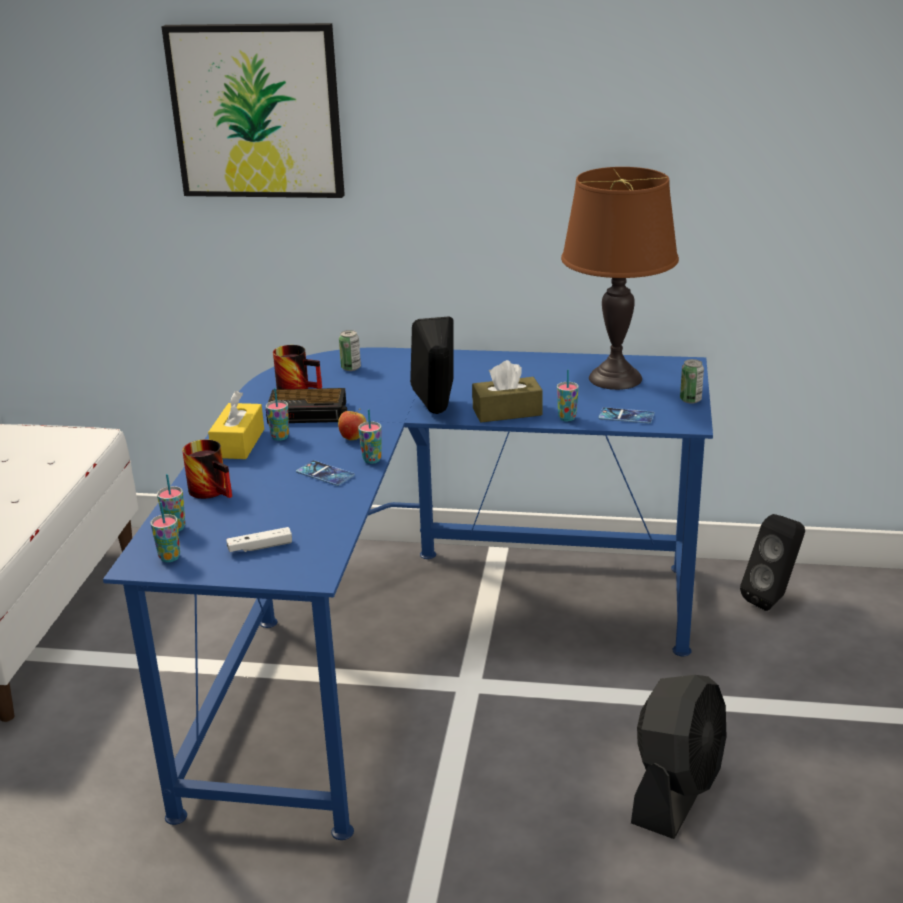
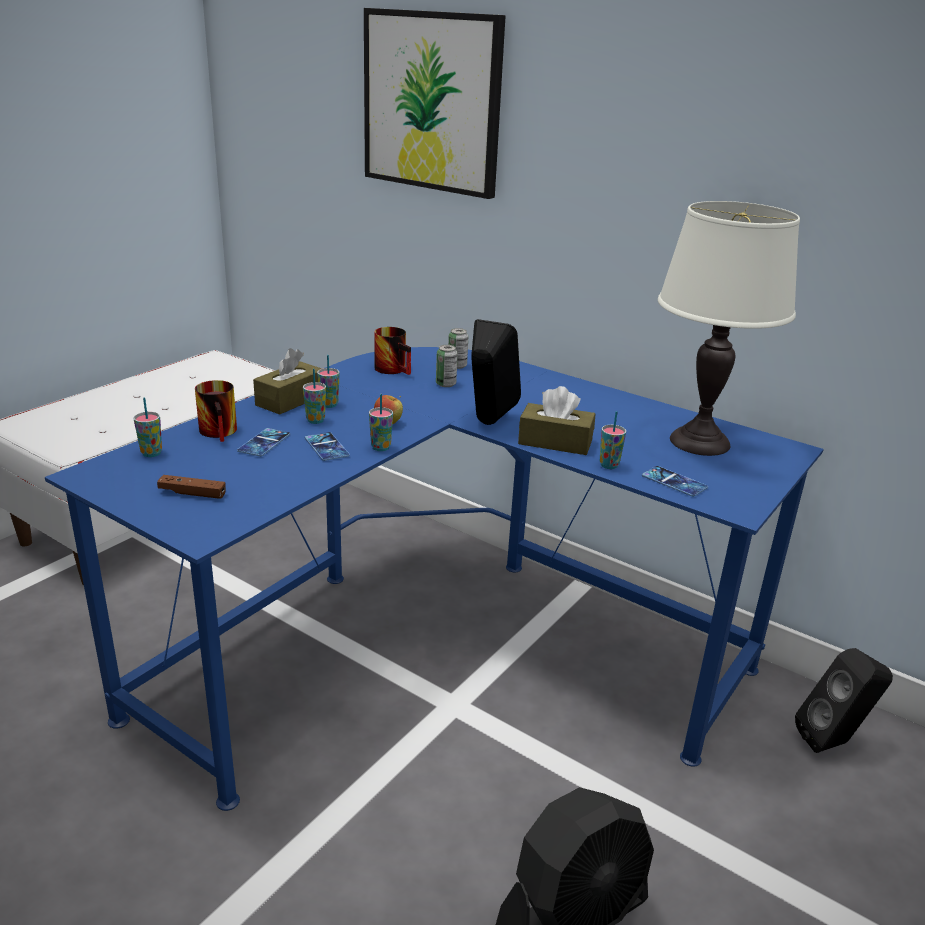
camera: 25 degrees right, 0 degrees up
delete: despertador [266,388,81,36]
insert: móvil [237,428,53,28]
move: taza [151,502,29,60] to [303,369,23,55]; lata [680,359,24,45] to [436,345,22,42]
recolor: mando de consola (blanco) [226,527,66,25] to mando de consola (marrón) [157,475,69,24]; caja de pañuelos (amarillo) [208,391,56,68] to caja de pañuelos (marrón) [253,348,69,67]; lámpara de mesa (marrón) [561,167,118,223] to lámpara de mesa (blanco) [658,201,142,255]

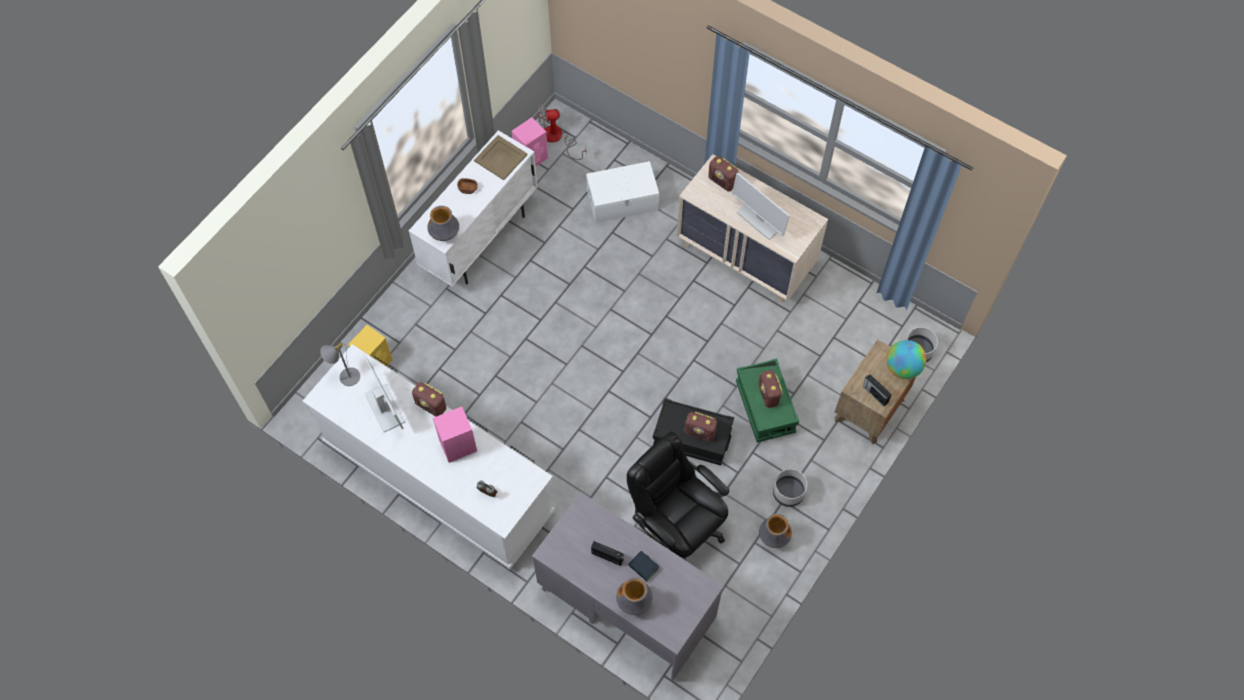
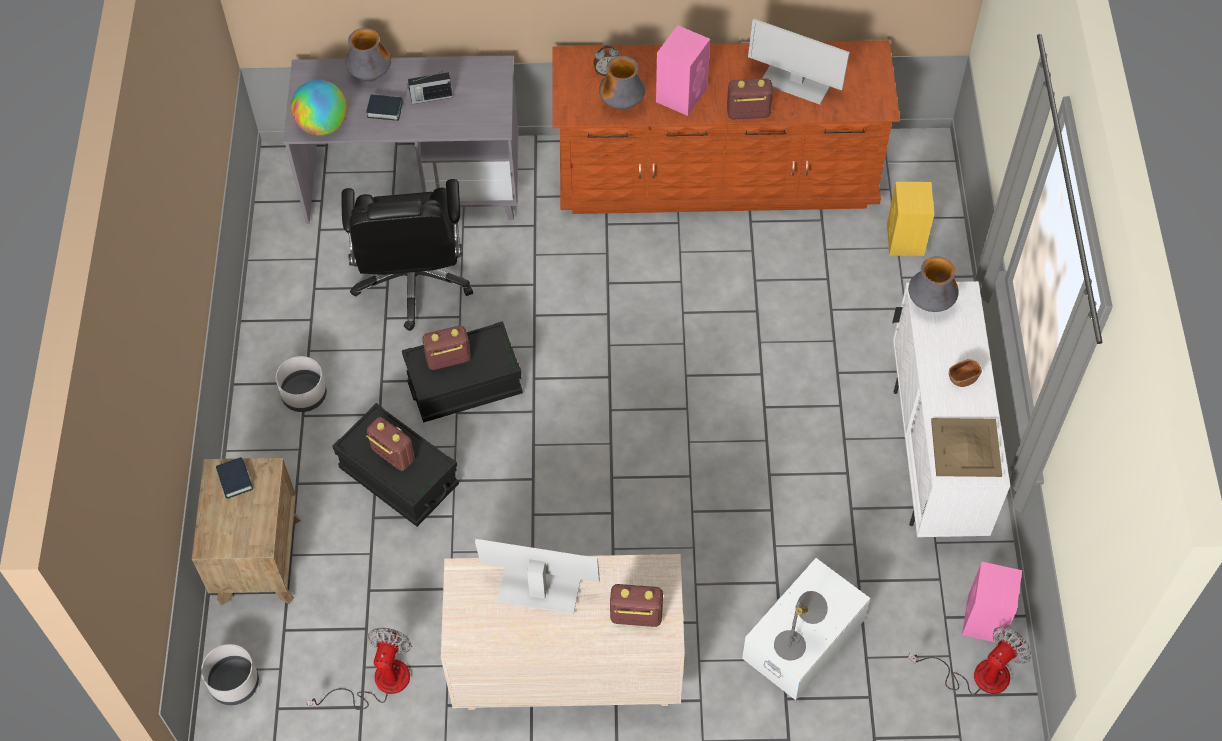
camera: 145 degrees right, 5 degrees down
insert: ventilador [306,628,106,82]
move: globo terráqueo [886,340,40,39] to [291,80,56,56]; florero [759,514,33,34] to [599,56,46,54]; lámpara de mesa (gris) [320,342,40,44] to [774,591,54,69]
replace: radio [863,374,29,32] to libro [216,457,37,42]
recolor: caja de almacenaje (verde) [736,358,63,84] to caja de almacenaje (negro) [332,403,127,124]; cómoda (blanco) [303,344,252,226] to cómoda (marrón) [552,40,348,174]
rotate: silla de oficina (negro) [627,431,102,129] = [341,179,132,152] 75 degrees clockwise

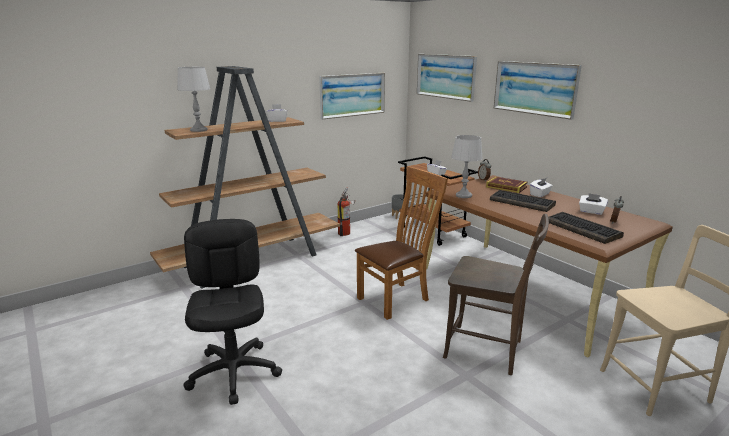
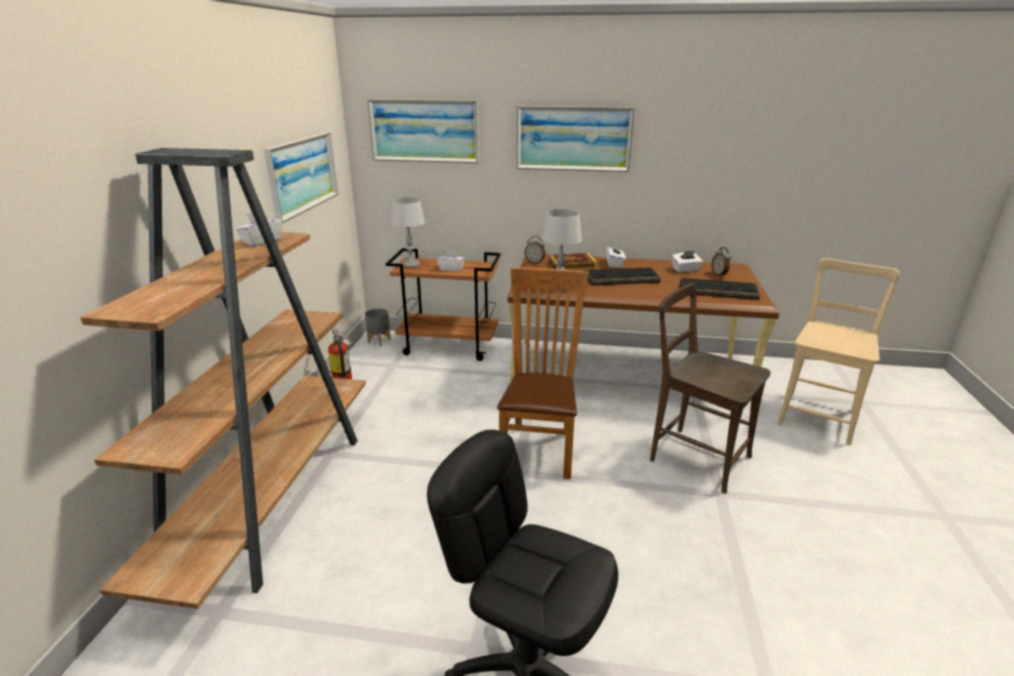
camera: 45 degrees left, 5 degrees up
move: lámpara de mesa (gris) [177,67,33,65] to [391,197,34,71]
rotate: silla (marrón) [443,214,106,161] = [650,283,121,211] 120 degrees counterclockwise

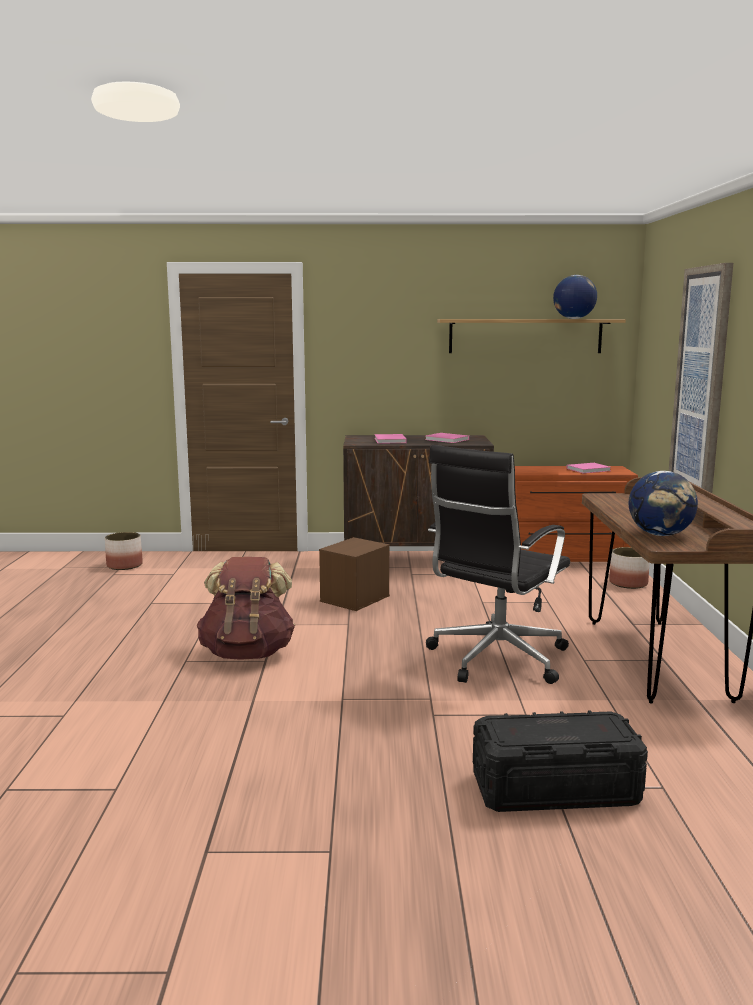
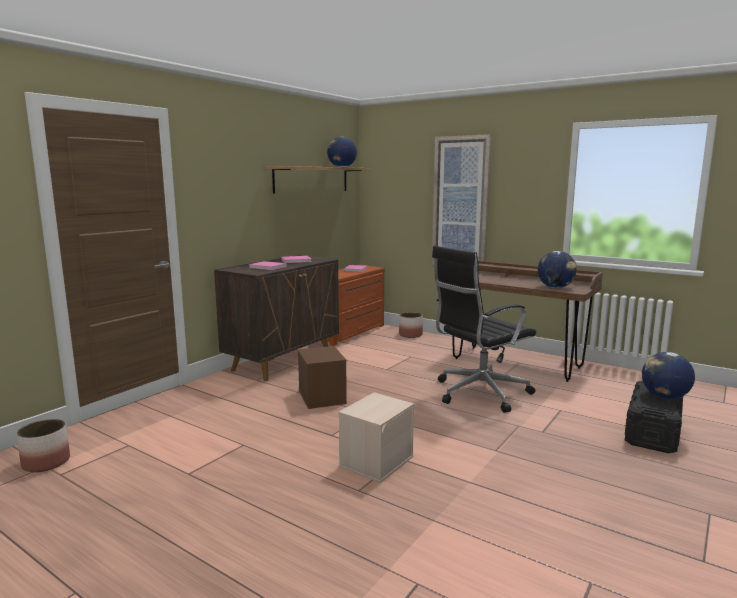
camera: 55 degrees left, 0 degrees up
insert: globo terráqueo [642,352,53,47]
replace: mochila (marrón) [197,557,98,103] to caja de almacenaje (beis) [338,393,76,90]
rotate: silla de oficina (negro) [426,445,144,239] = [432,246,104,167] 75 degrees clockwise

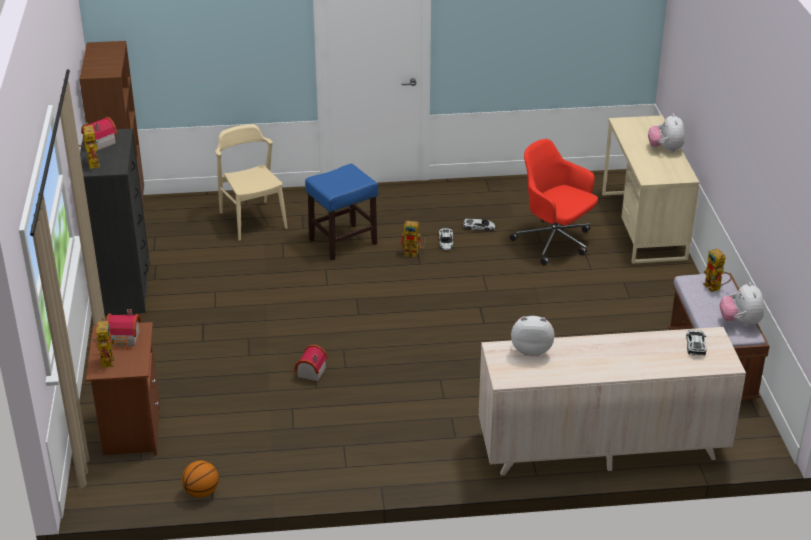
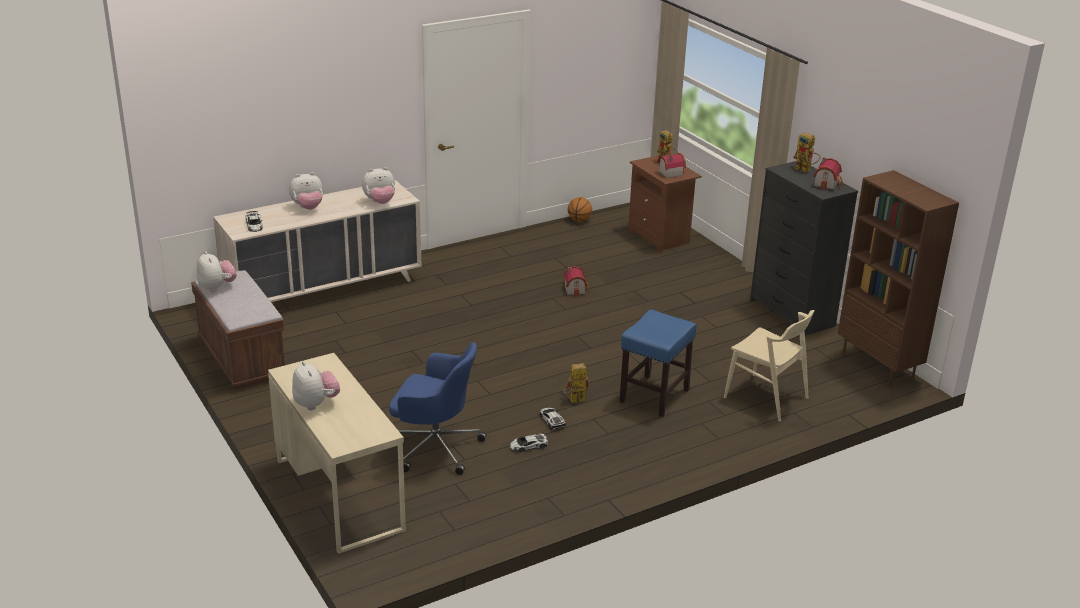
camera: 155 degrees right, 5 degrees down
delete: robot de juguete [703,249,28,43]
insert: peluche [289,172,34,38]
recolor: silla de oficina (rojo) [510,139,88,126] to silla de oficina (azul) [389,342,98,133]

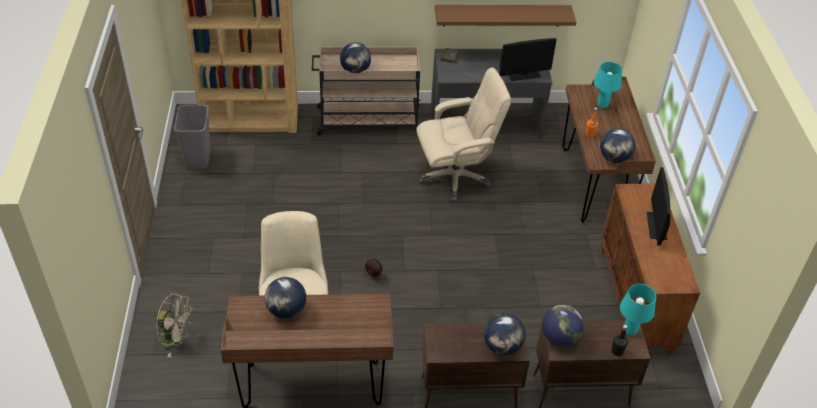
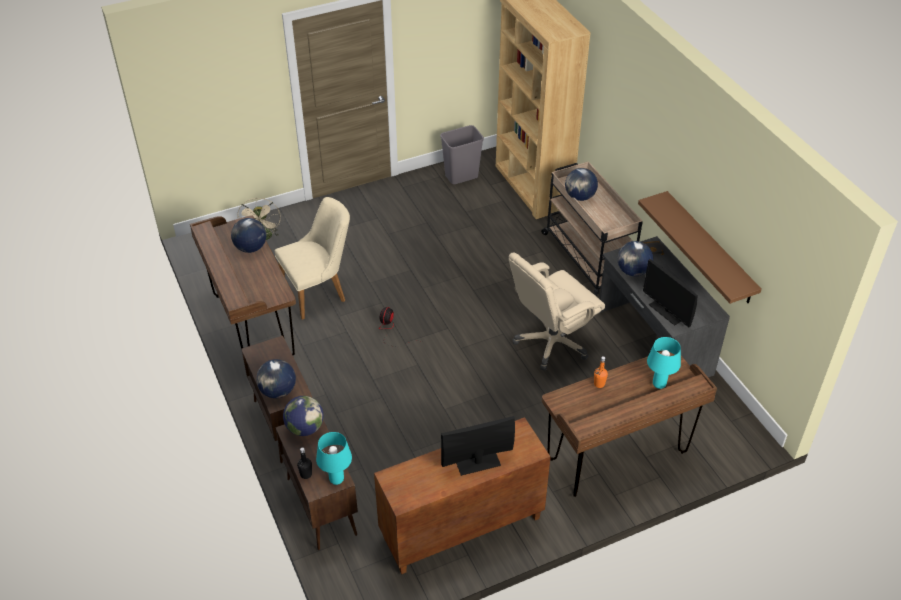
camera: 70 degrees right, 0 degrees up
move: globo terráqueo [600,128,36,35] to [617,241,36,35]
rotate: silla de oficina (beis) [416,67,95,135] = [509,252,96,118] 90 degrees clockwise

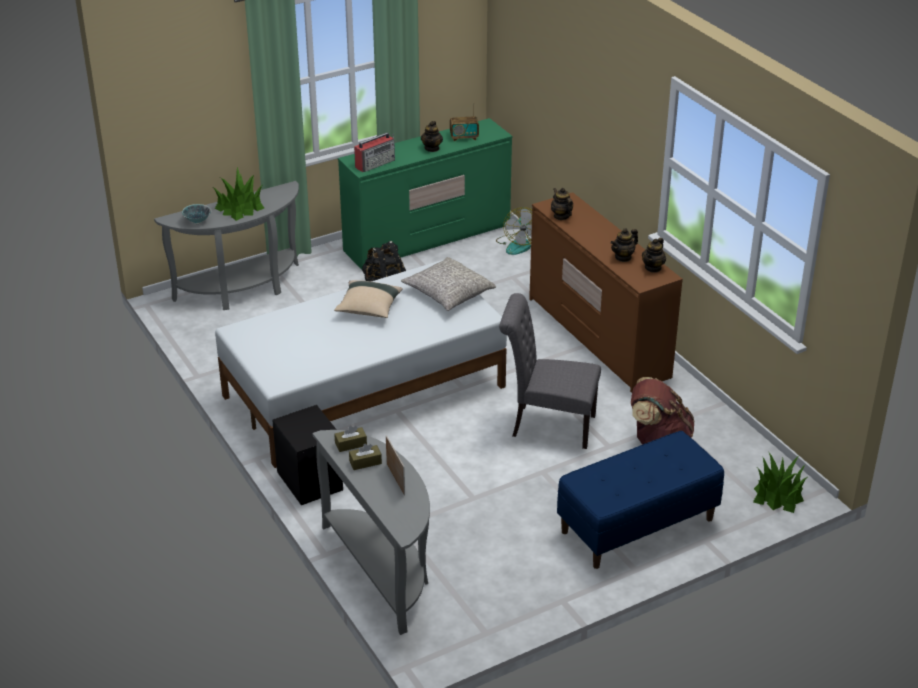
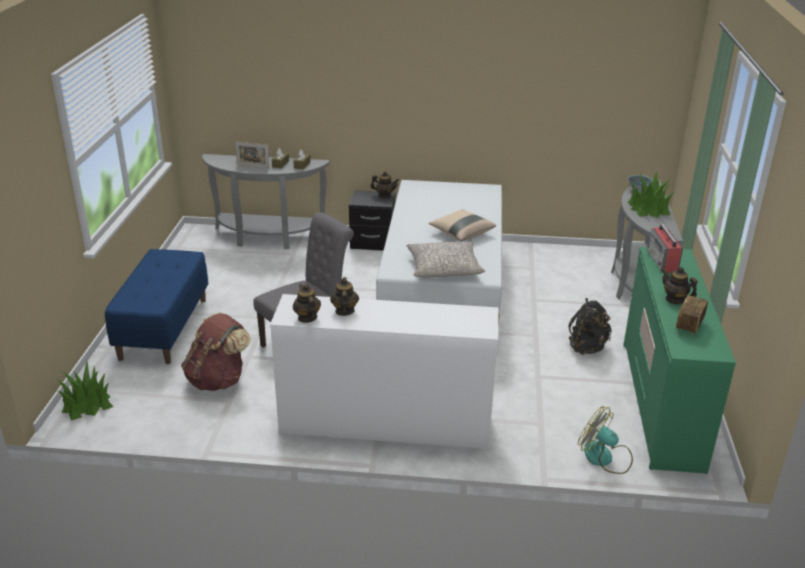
camera: 125 degrees right, 5 degrees down
move: tetera [551,188,22,32] to [371,171,28,27]
recolor: cómoda (marrón) [529,192,154,201] to cómoda (blanco) [270,294,229,155]

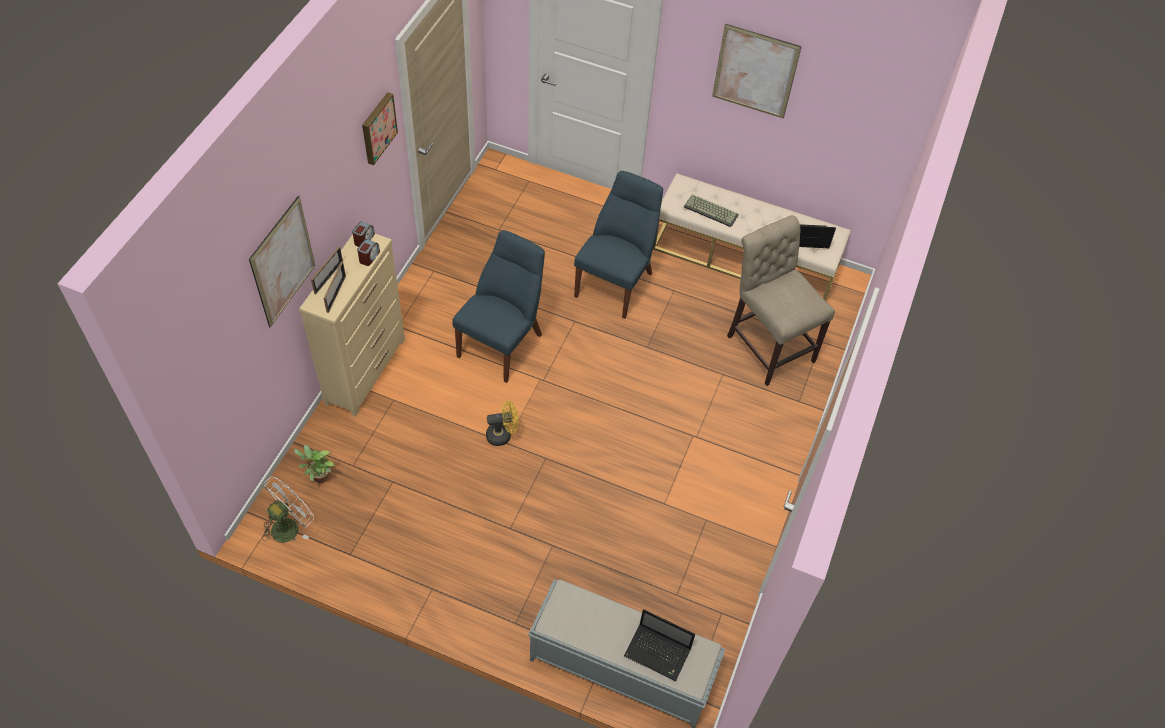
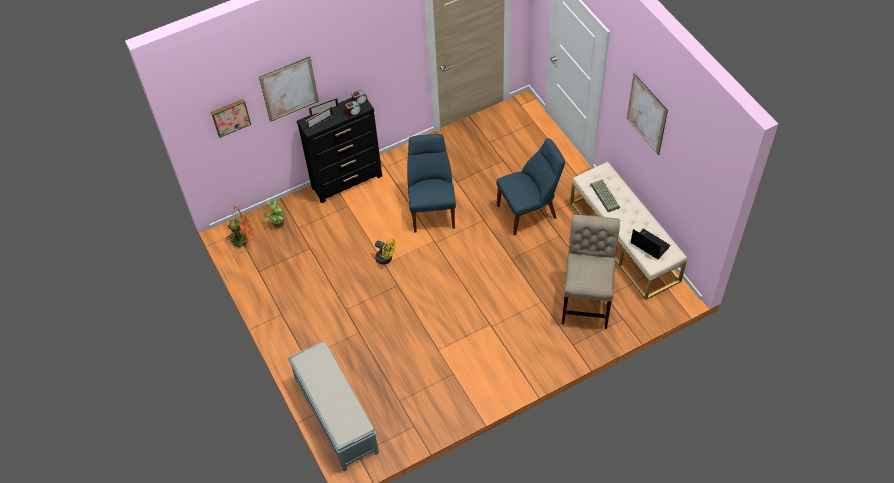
camera: 45 degrees right, 0 degrees up
delete: portátil [624,609,71,72]
move: cuadro [362,92,36,73] to [211,99,40,39]
recolor: ventilador (blanco) [262,477,52,66] to ventilador (naranja) [226,206,27,45]; cómoda (beis) [299,234,106,183] to cómoda (negro) [297,98,85,105]
rotate: silla (azul) [453,230,92,153] = [407,134,49,99] 75 degrees counterclockwise

